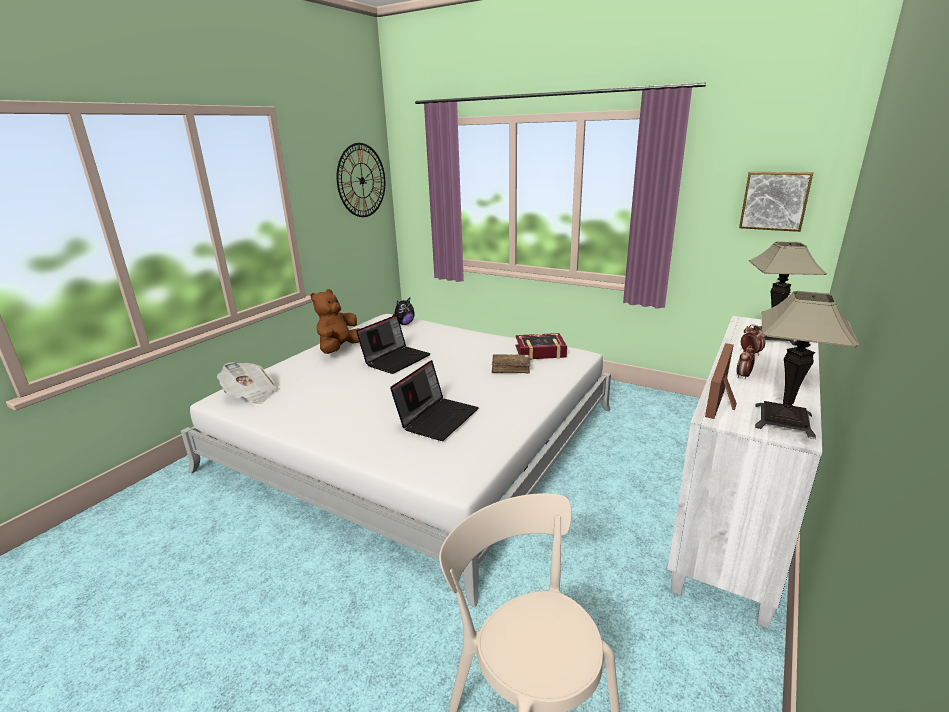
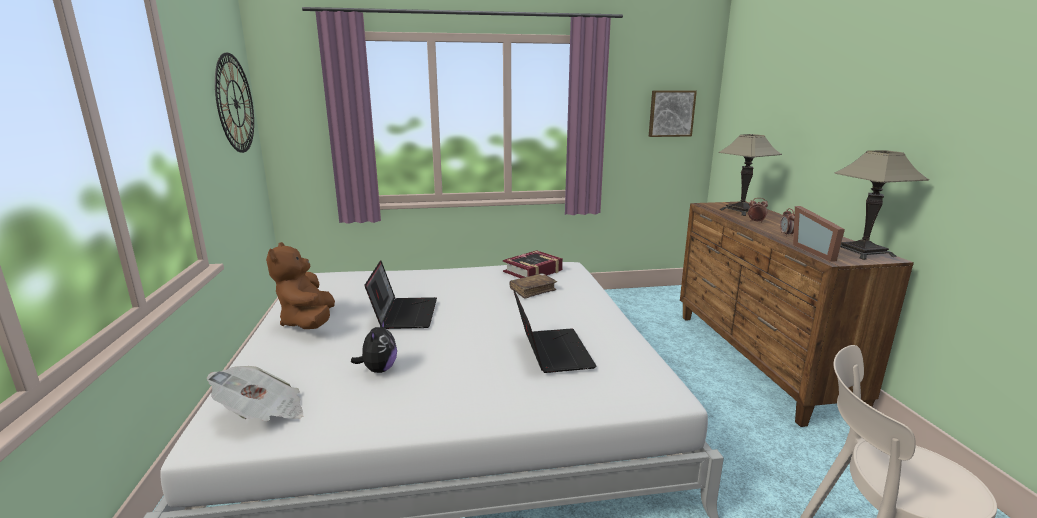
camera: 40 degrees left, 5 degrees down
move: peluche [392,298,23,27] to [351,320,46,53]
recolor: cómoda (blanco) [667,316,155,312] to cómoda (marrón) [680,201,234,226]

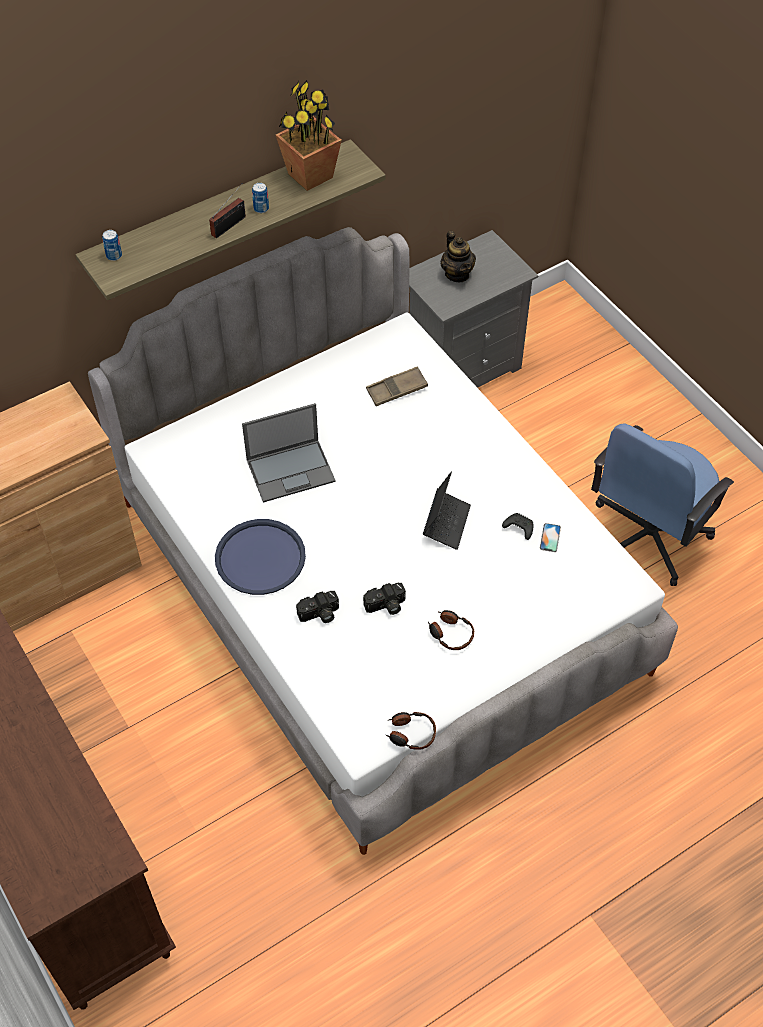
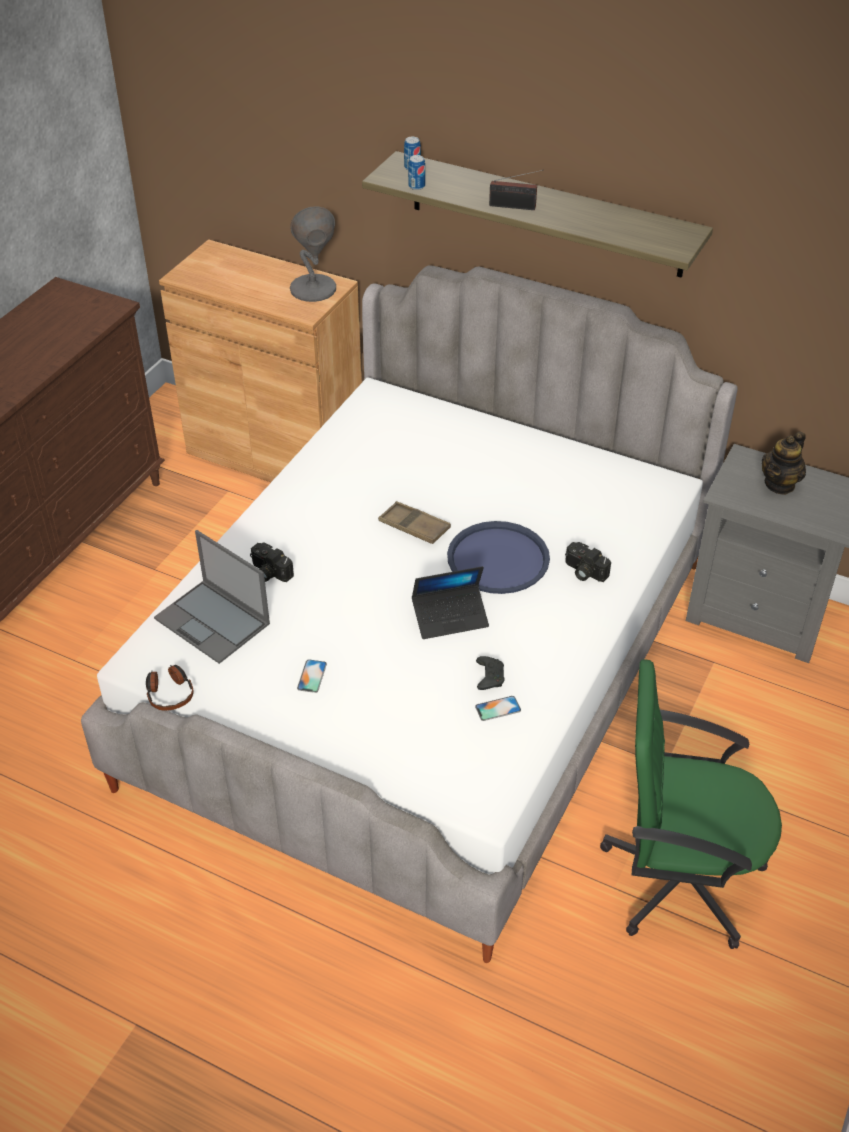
camera: 60 degrees right, 10 degrees down
delete: planta en maceta [276,80,66,111]
insert: lámpara de mesa (gris) [290,206,46,96]
move: portátil [242,403,94,100] to [154,530,116,134]; bandeja (marrón) [366,366,62,40] to [378,501,73,43]; lata [252,183,17,30] to [408,155,17,35]; bandeja (azul) [215,519,91,76] to [447,521,103,73]; cámara [363,583,43,32] to [565,542,46,40]
replace: auriculares [428,610,46,40] to móvil [297,659,30,34]
recolor: silla de oficina (azul) [591,424,143,162] to silla de oficina (verde) [600,660,182,289]

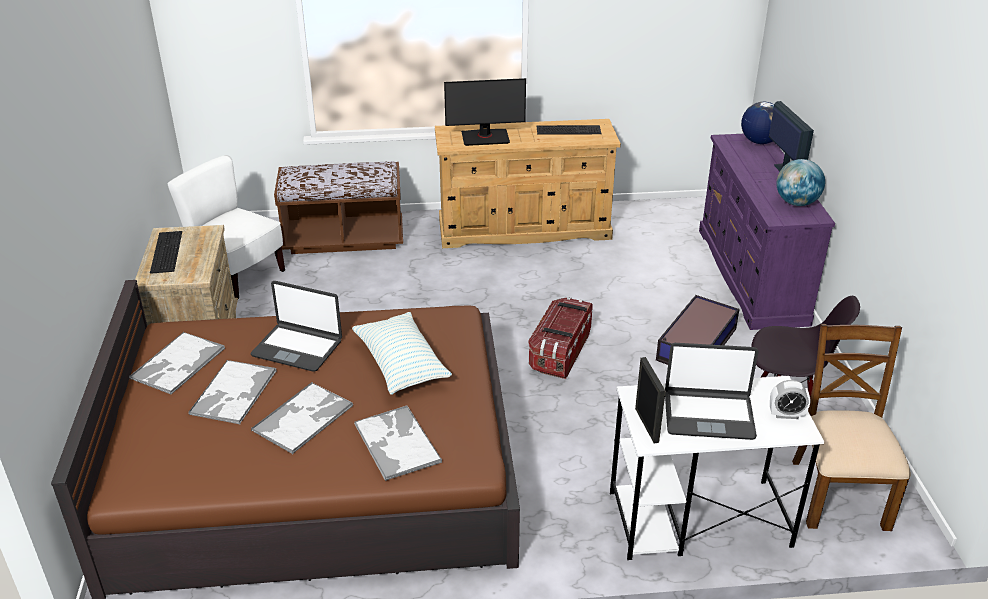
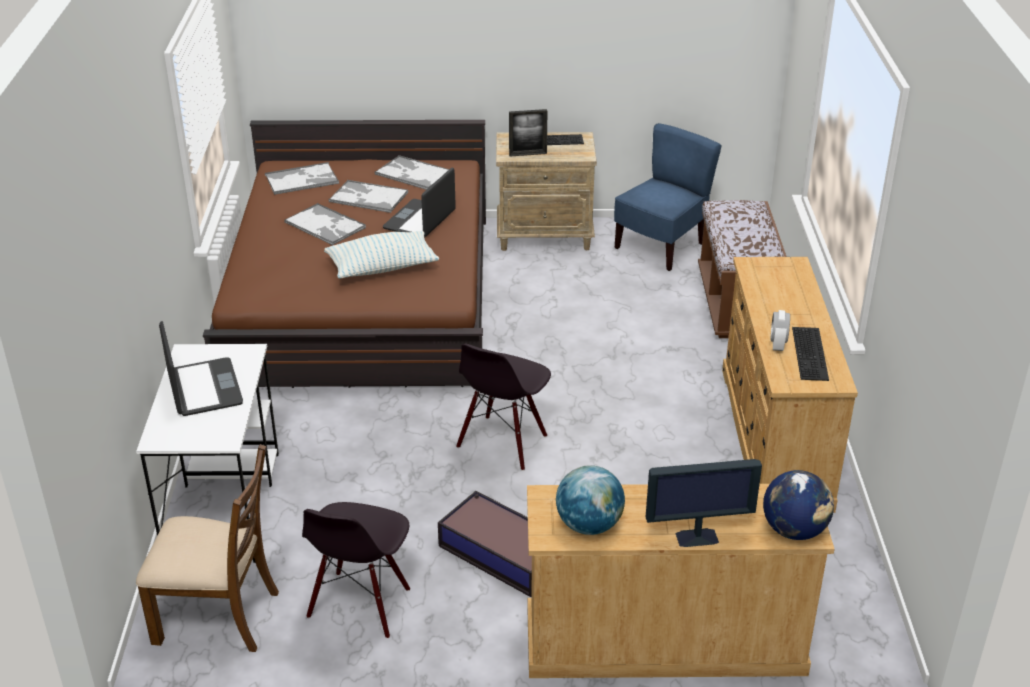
camera: 95 degrees right, 0 degrees up
delete: monitor [444,78,82,68]
move: bandeja [354,405,88,76] to [265,162,74,33]; portarretratos [635,357,31,87] to [509,109,39,47]; despertador [770,380,41,39] to [771,310,19,41]
replace: caja de almacenaje [528,297,65,82] to silla (negro) [456,344,95,127]
recolor: cómoda (morado) [699,134,136,196] to cómoda (beis) [527,484,307,194]; silla (blanco) [167,155,118,144] to silla (azul) [614,123,108,148]
rotate: portátil [665,343,93,97] = [159,321,84,95] 150 degrees clockwise

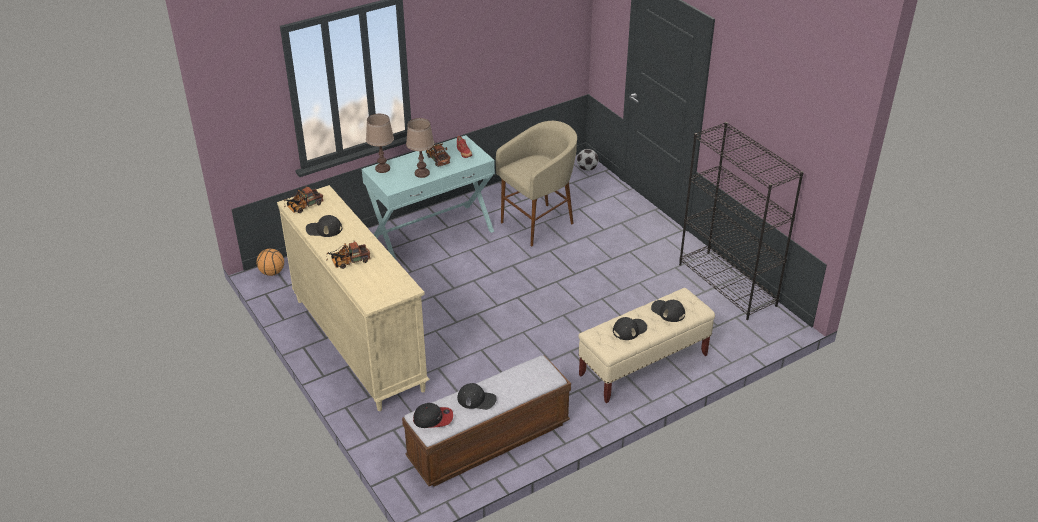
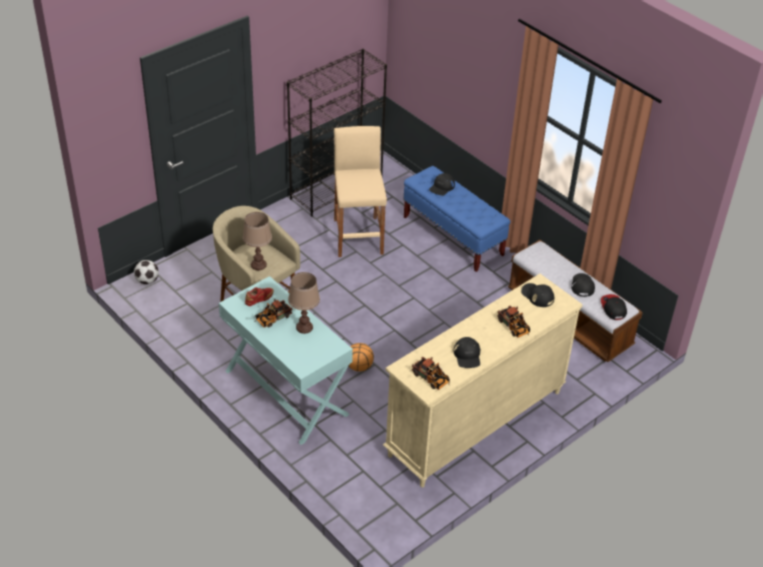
camera: 100 degrees left, 5 degrees up
insert: taburete (beis) [334,126,53,131]
move: lámpara de mesa (marrón) [366,114,28,59] to [243,212,29,58]; balón de baloncesto [256,248,28,28] to [349,343,25,28]; gorra (negro) [613,317,34,23] to [521,283,33,24]
recolor: banco (beis) [578,288,137,115] to banco (azul) [403,166,108,106]

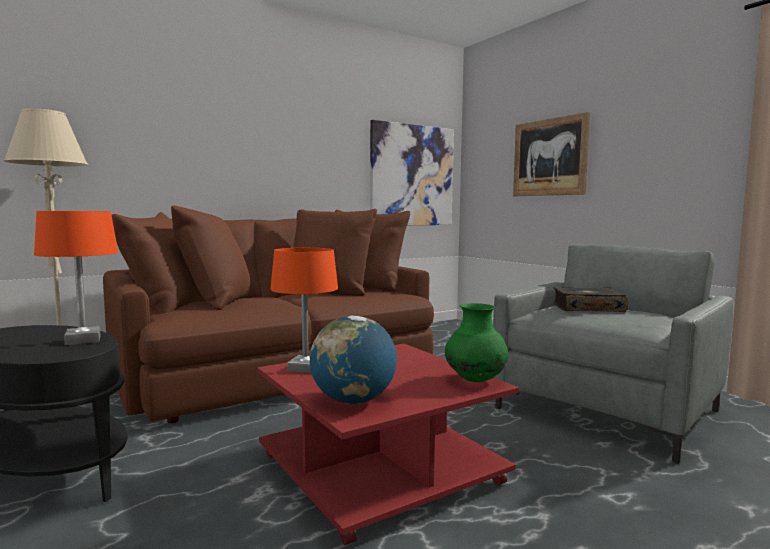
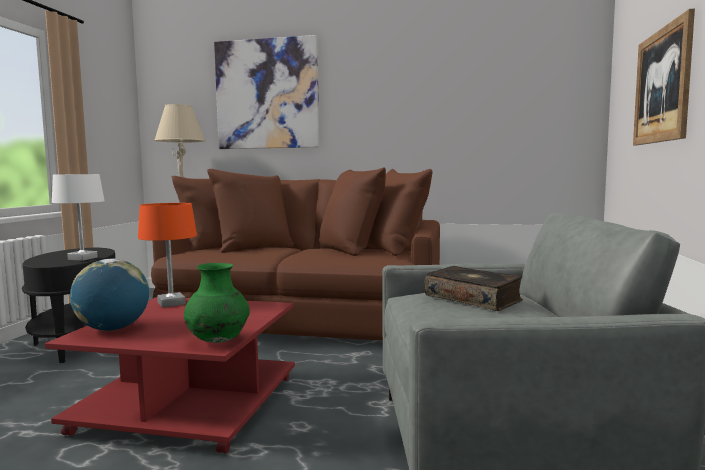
camera: 45 degrees right, 0 degrees up
move: cuadro [370,120,84,105] to [214,35,105,114]
recolor: lámpara de mesa (naranja) [34,211,84,135] to lámpara de mesa (blanco) [52,174,53,87]

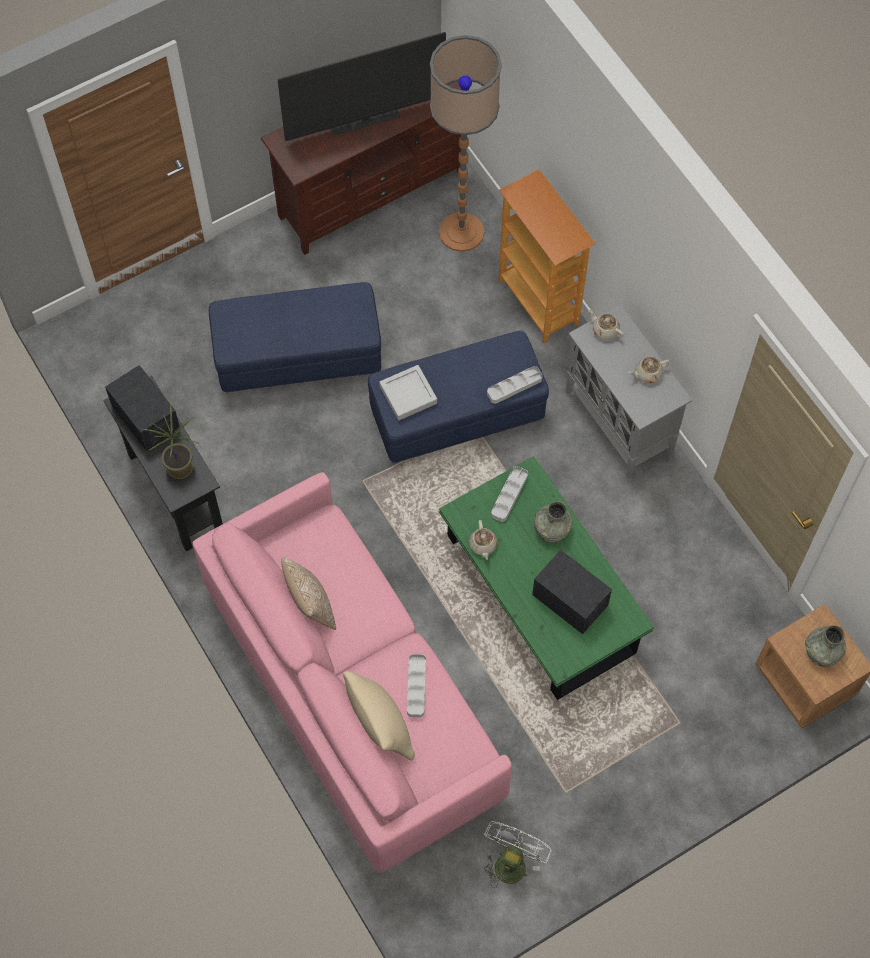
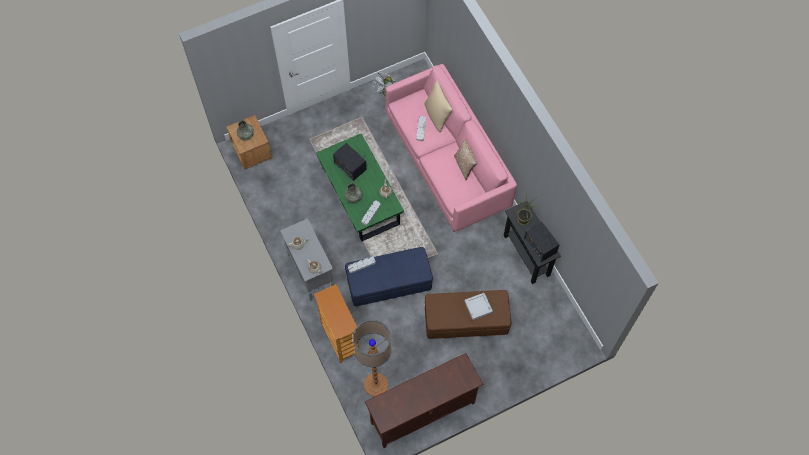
camera: 175 degrees left, 0 degrees up
delete: televisor [277,32,169,109]
move: bandeja (gris) [379,365,58,55] to [464,293,29,27]
recolor: puf (azul) [209,282,172,110] to puf (marrón) [425,290,86,49]

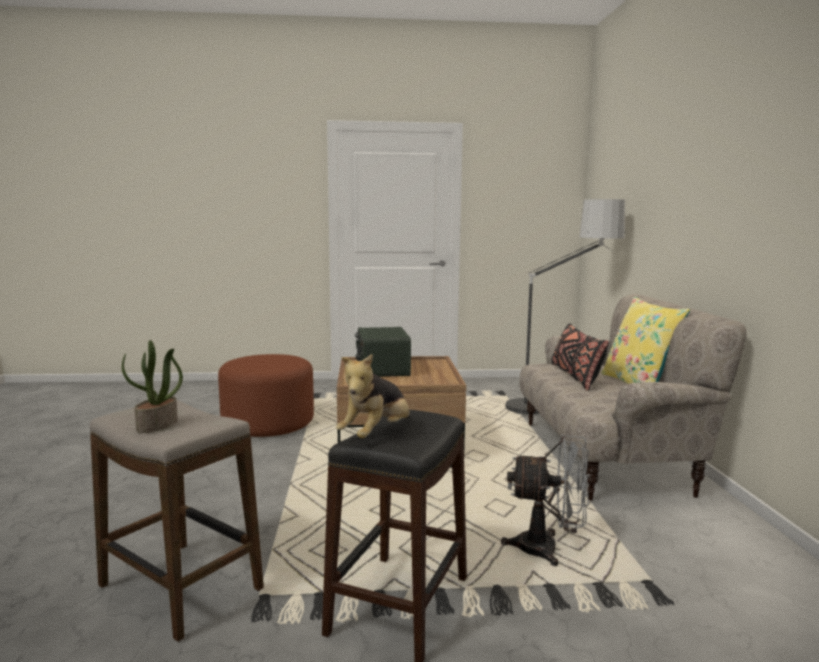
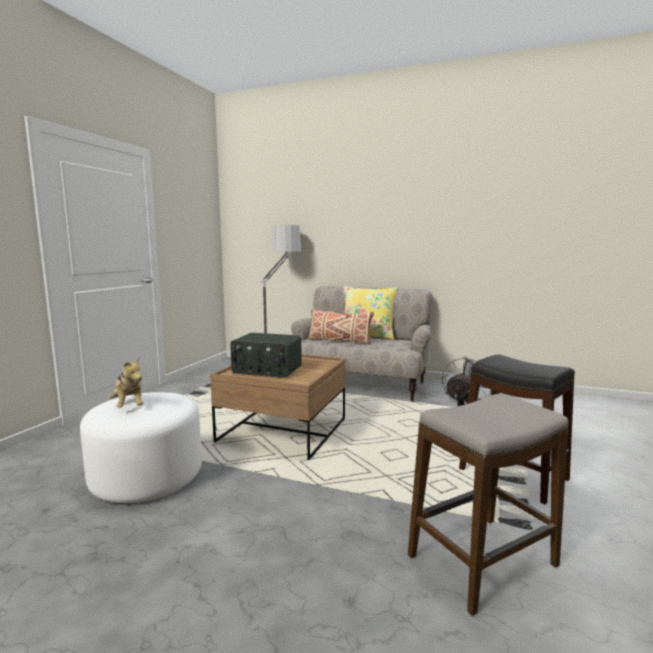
camera: 65 degrees left, 0 degrees up
delete: planta en maceta [122,340,61,93]
move: peluche [336,354,74,84] to [108,357,35,51]
recolor: puf (marrón) [218,354,96,83] to puf (blanco) [80,392,122,111]; cojín (negro) [551,323,58,68] to cojín (beis) [308,309,66,36]

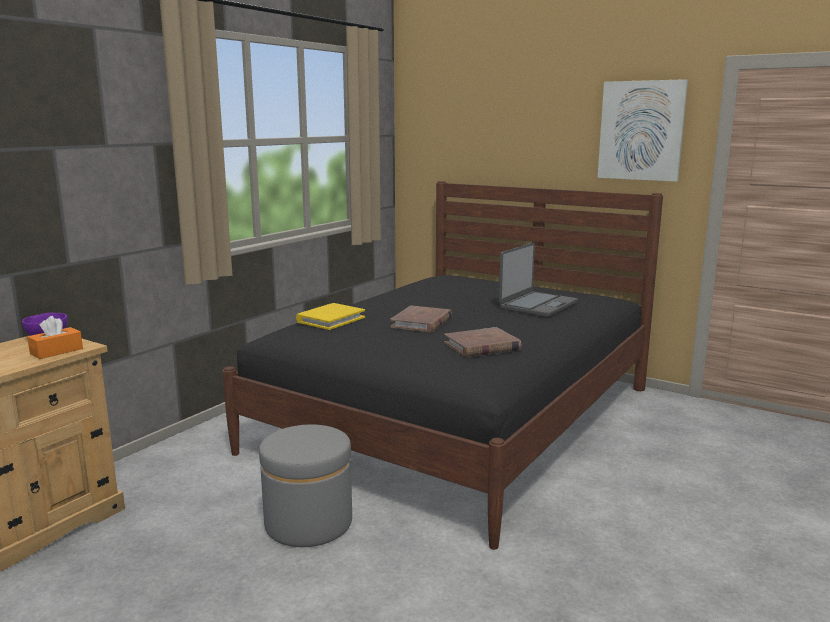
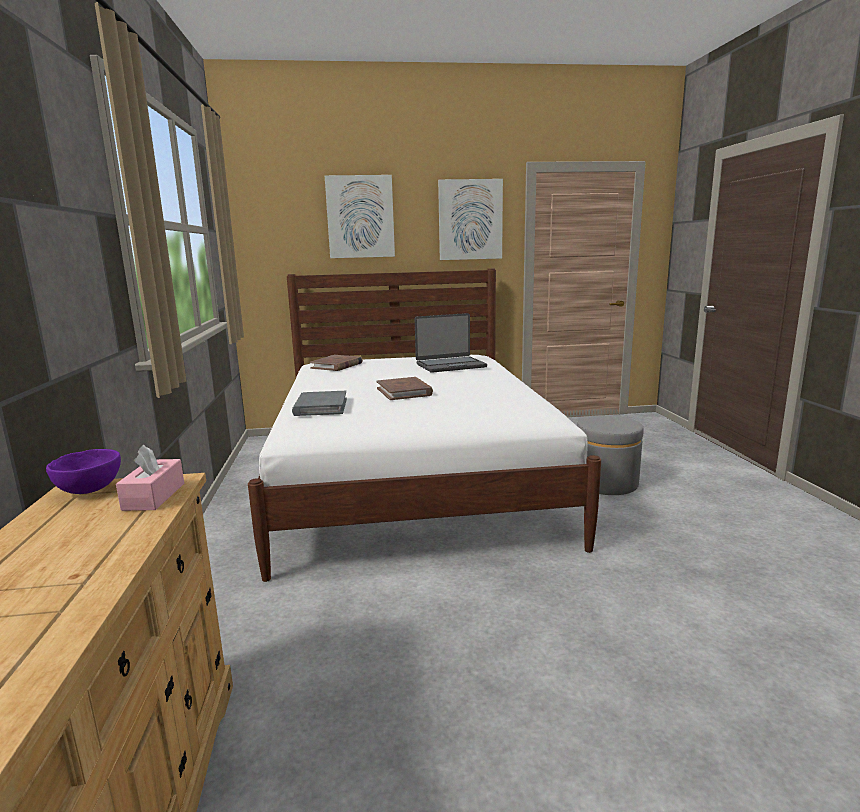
camera: 40 degrees left, 0 degrees up
insert: cuadro [325,175,70,83]
move: libro (marrón) [444,327,78,31] to [310,355,53,16]; puf (gris) [259,424,93,123] to [577,415,67,80]
recolor: caja de pañuelos (naranja) [27,316,56,43] to caja de pañuelos (rosa) [116,444,68,67]; cama (negro) [223,181,440,369] to cama (blanco) [248,268,353,314]; libro (amarillo) [296,303,69,27] to libro (gris) [292,391,55,25]
rotate: portátil [499,242,79,75] = [415,313,72,60] 75 degrees clockwise

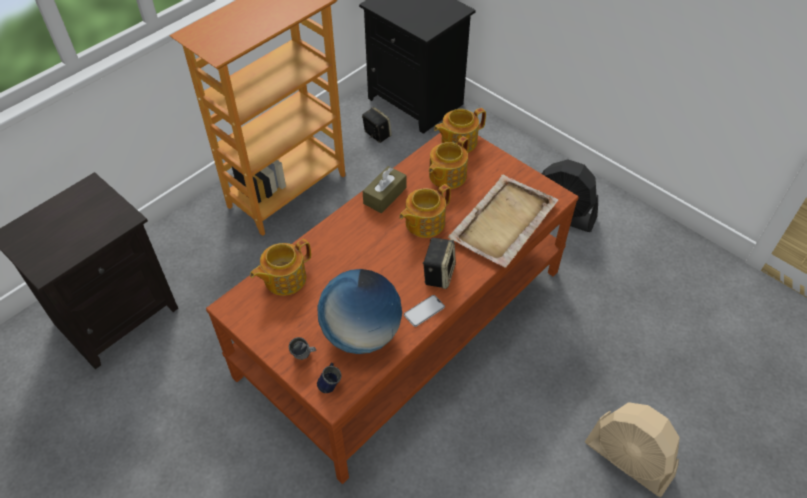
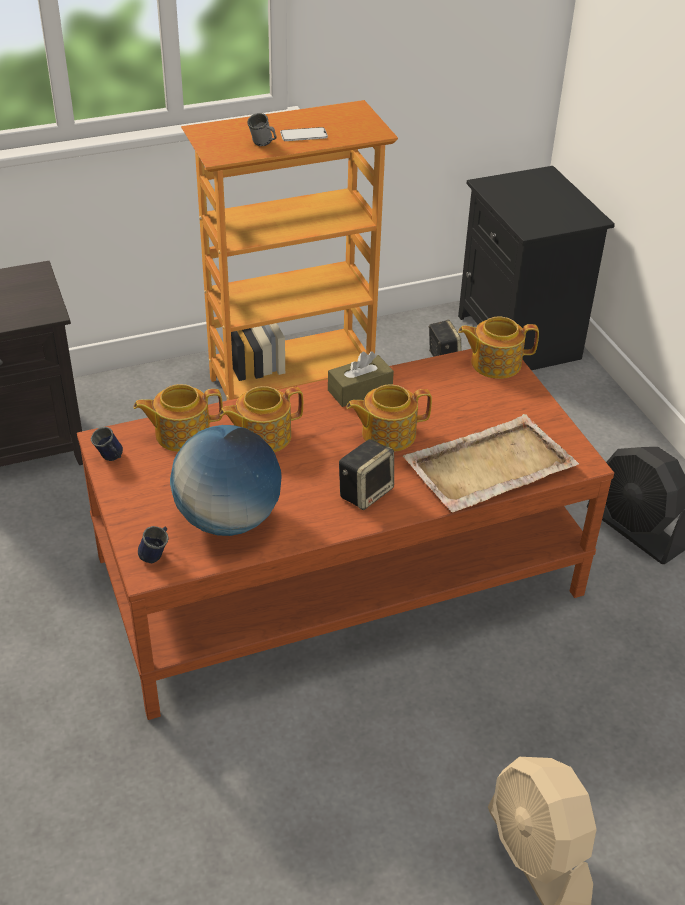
camera: 25 degrees right, 10 degrees down
insert: taza grande (azul) [91,427,32,34]
move: tetera [429,136,40,53] to [219,386,84,67]; taza grande (gris) [289,337,27,23] to [247,113,30,33]; móvil [404,295,41,32] to [280,127,48,14]

